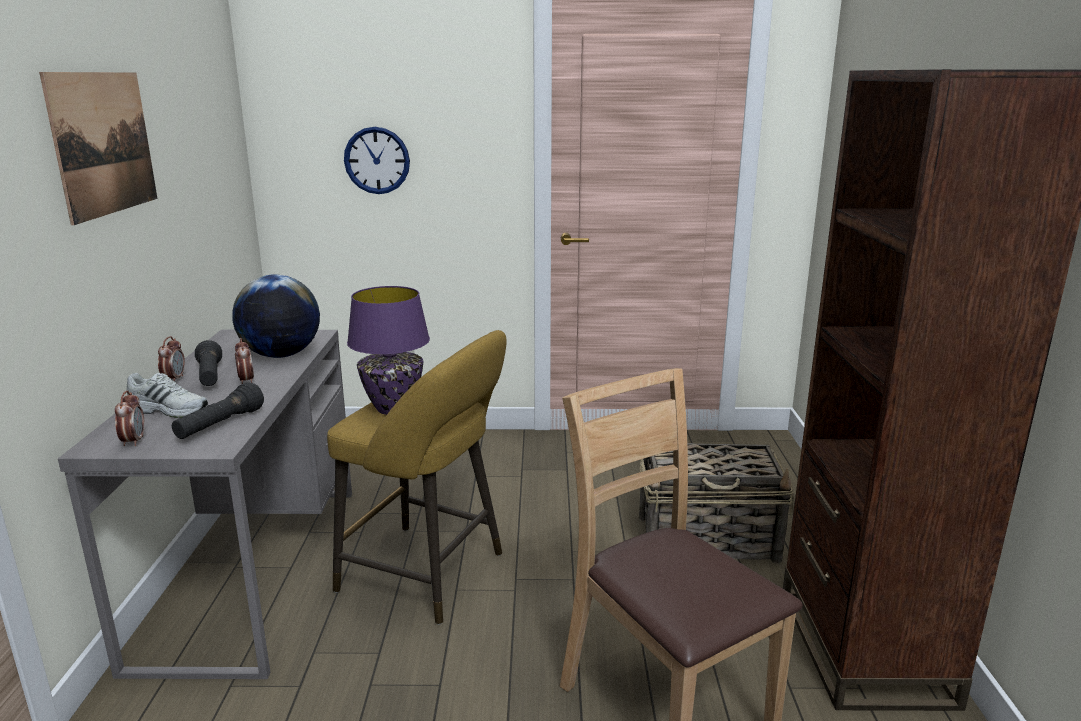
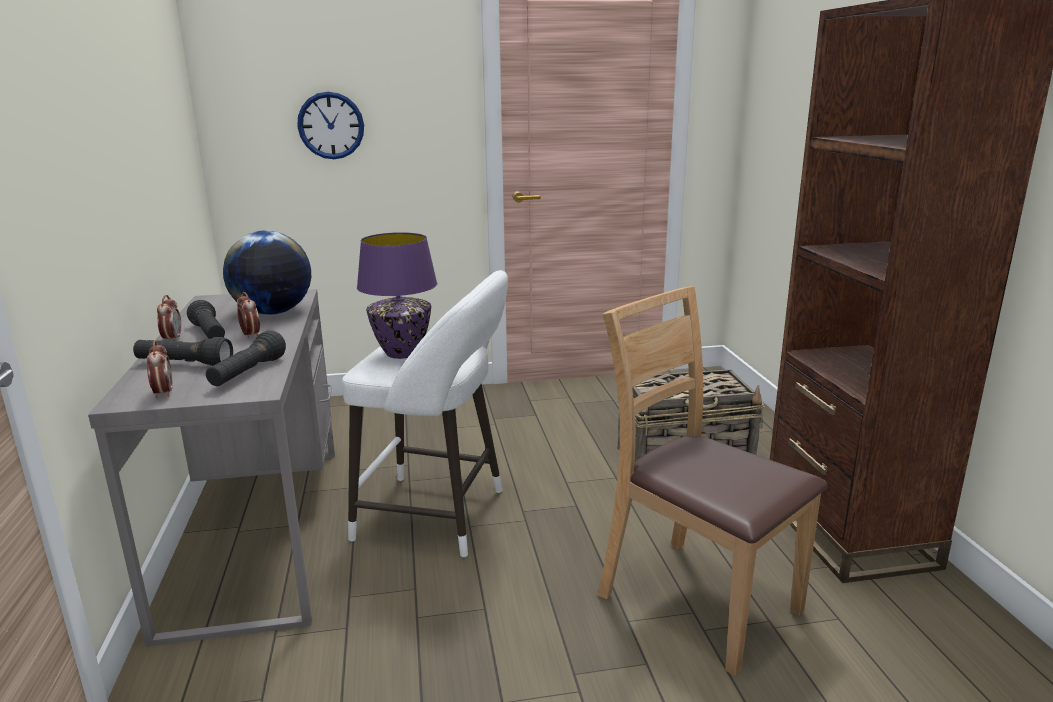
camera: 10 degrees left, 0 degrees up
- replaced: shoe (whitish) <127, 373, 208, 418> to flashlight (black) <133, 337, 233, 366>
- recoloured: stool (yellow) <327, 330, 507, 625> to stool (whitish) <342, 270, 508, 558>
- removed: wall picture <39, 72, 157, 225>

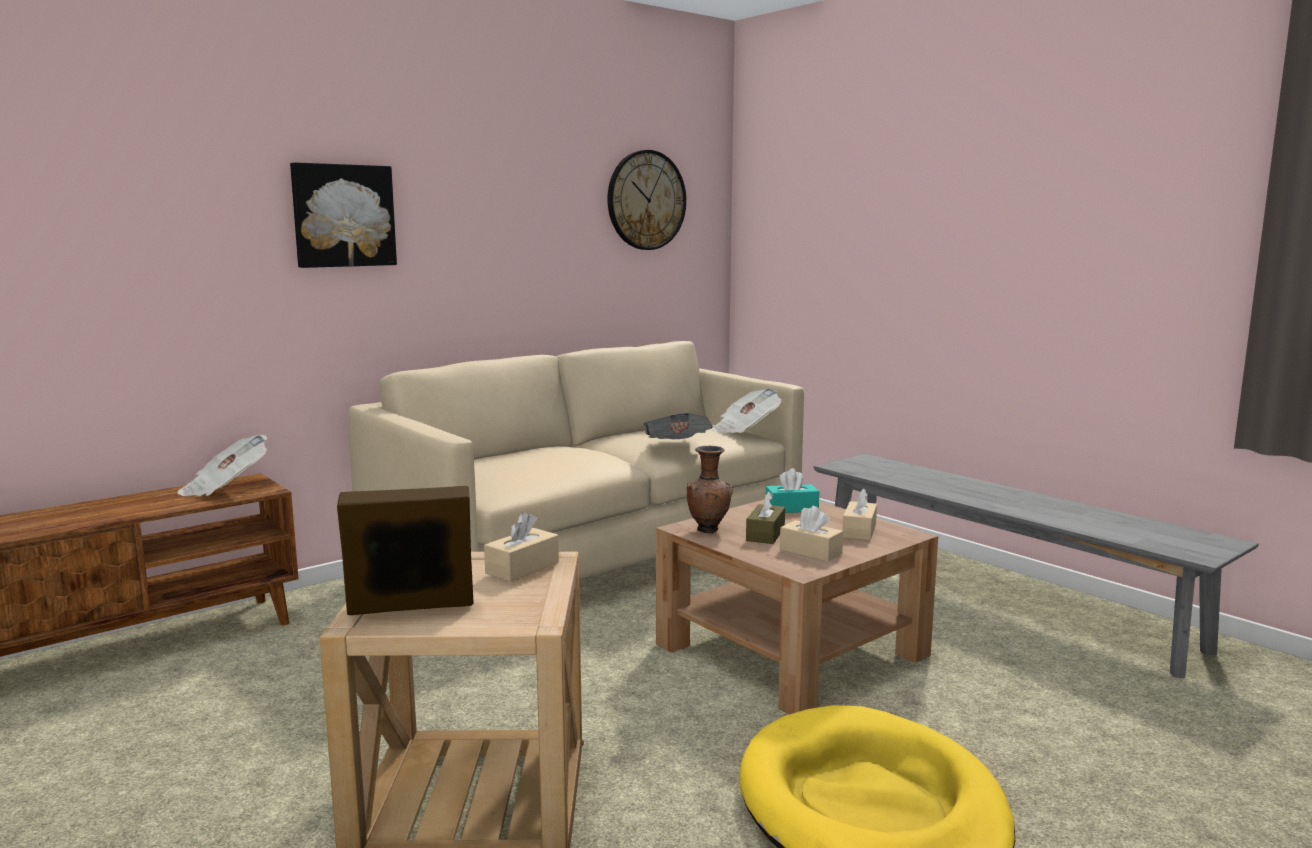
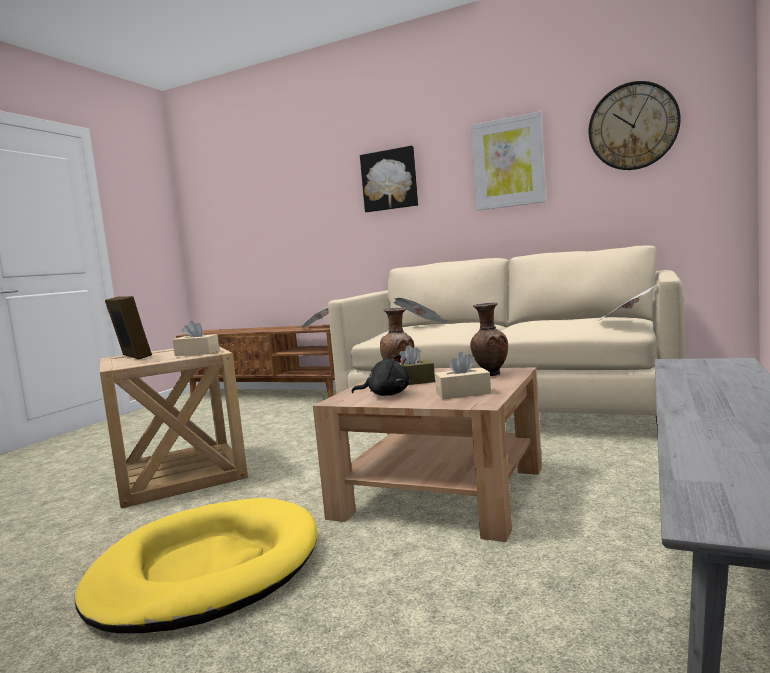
camera: 65 degrees right, 5 degrees down
- replaced: tissue box (beige-coloured) <780, 506, 843, 562> to soft toy (black) <352, 354, 410, 396>
- moved: daily paper <643, 413, 713, 439> to <394, 298, 449, 322>
- replaced: tissue box (turquoise) <766, 468, 819, 513> to vase (brown-coloured) <470, 302, 508, 376>
- added: wall picture <471, 112, 546, 211>

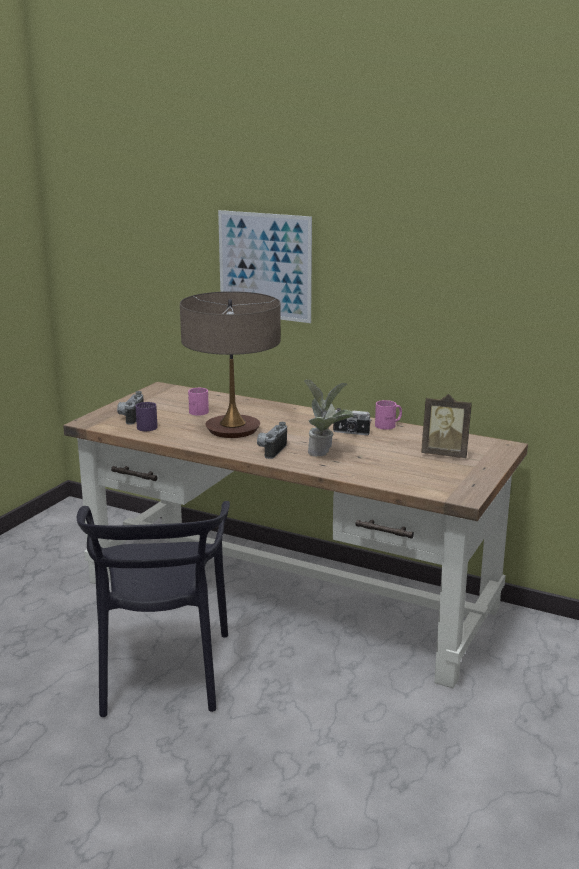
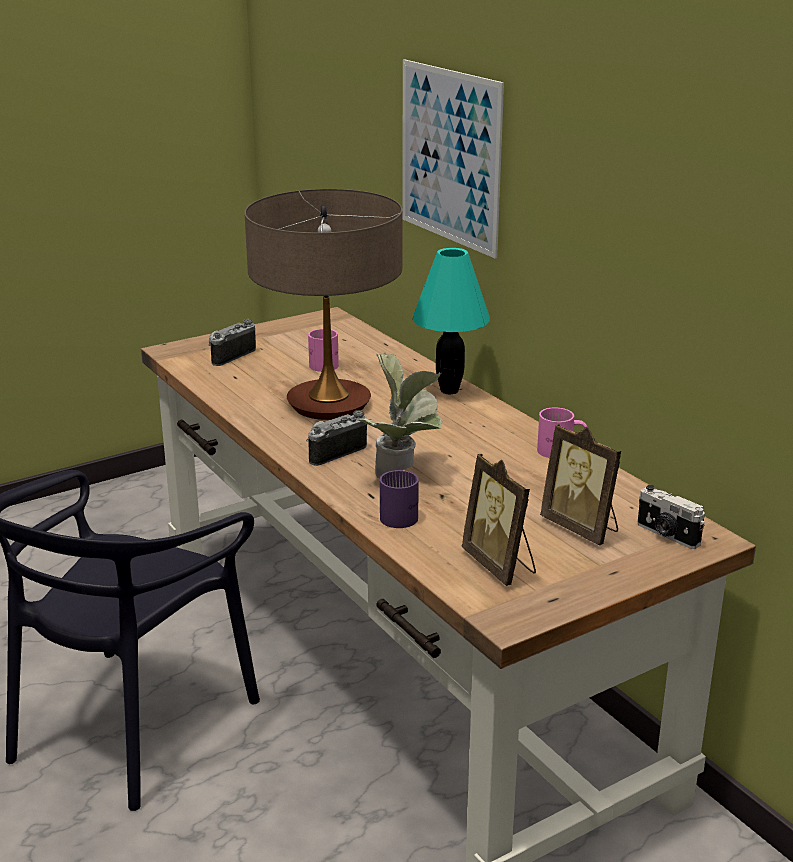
camera: 30 degrees right, 5 degrees up
- moved: coffee mug (purplish) <136, 402, 158, 431> to <380, 470, 419, 528>
- added: tabletop lamp (turquoise) <412, 248, 490, 394>
- added: standing frame <461, 454, 536, 586>
- moved: still camera <333, 408, 371, 435> to <637, 485, 705, 549>

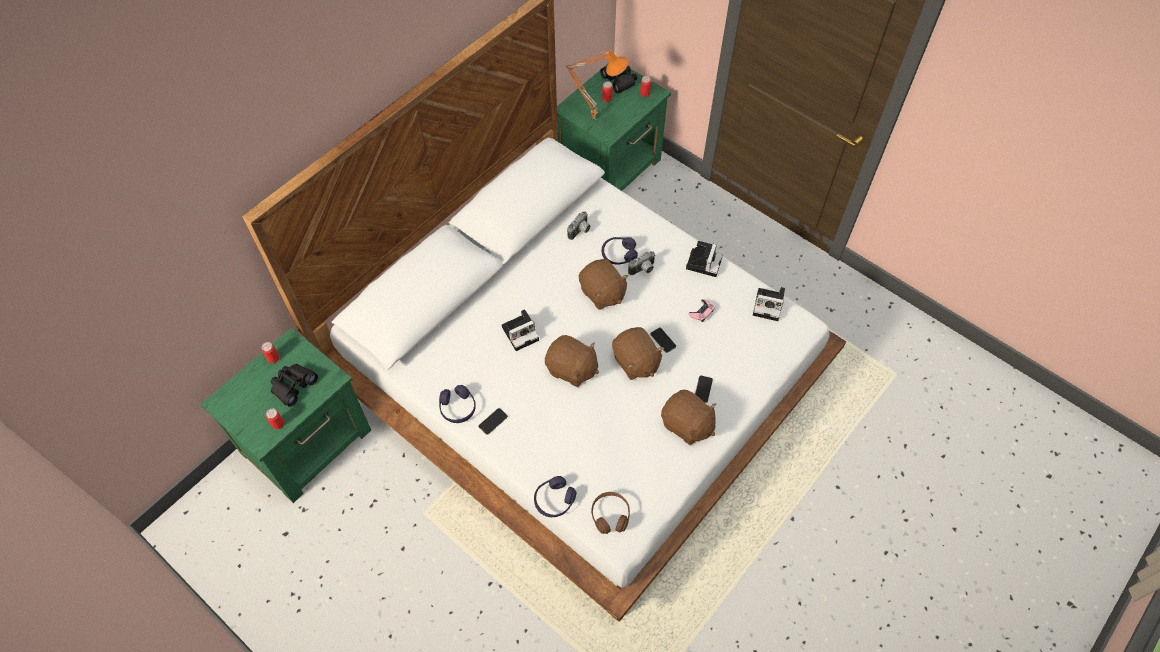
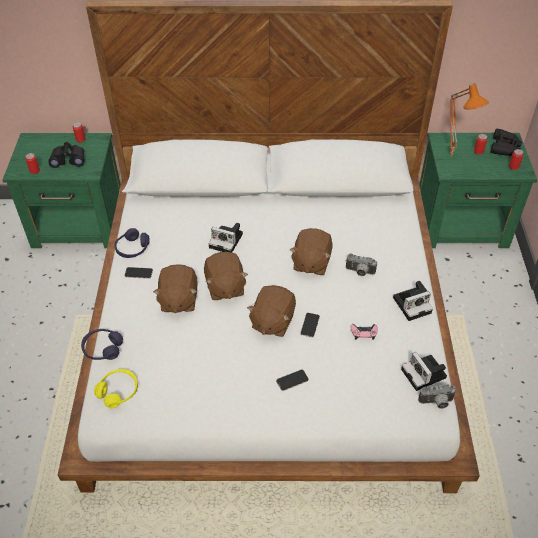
camera: 50 degrees right, 10 degrees down
- recoloured: headset (brown-coloured) <591, 492, 630, 534> to headset (yellow) <94, 369, 138, 408>
- moved: soft toy (brown-coloured) <661, 390, 716, 445> to <153, 264, 197, 313>
- moved: still camera <567, 211, 590, 240> to <418, 385, 456, 409>
- removed: headset (purplish) <602, 237, 638, 265>

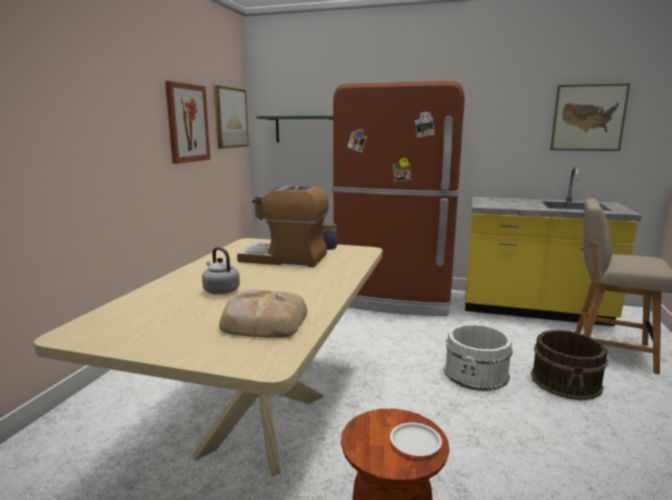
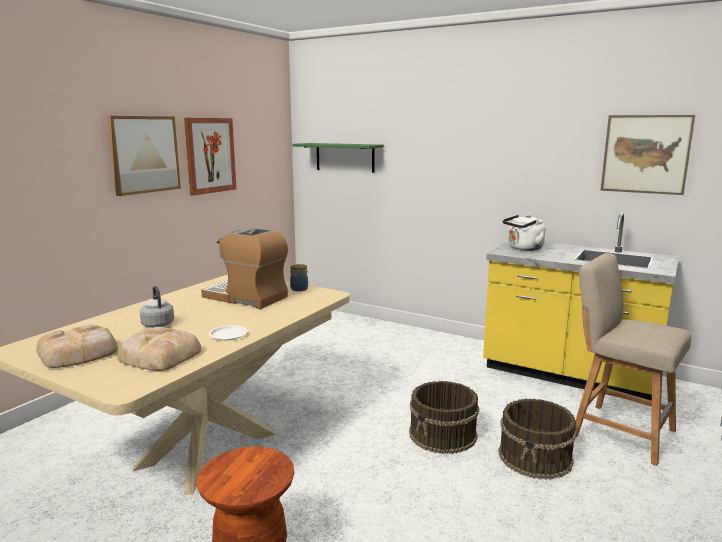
camera: 15 degrees right, 0 degrees up
- added: bakery bread <36, 325, 118, 368>
- moved: wall picture <214, 85, 249, 149> to <107, 116, 181, 196>
- moved: dinner plate (whitish) <390, 422, 442, 456> to <209, 325, 248, 341>
- recoloured: water bucket (whitish) <444, 324, 513, 391> to water bucket (brown-coloured) <409, 381, 479, 454>
- added: tea kettle (whitish) <503, 215, 545, 251>
- removed: kitchen fridge (brown-coloured) <332, 81, 465, 316>

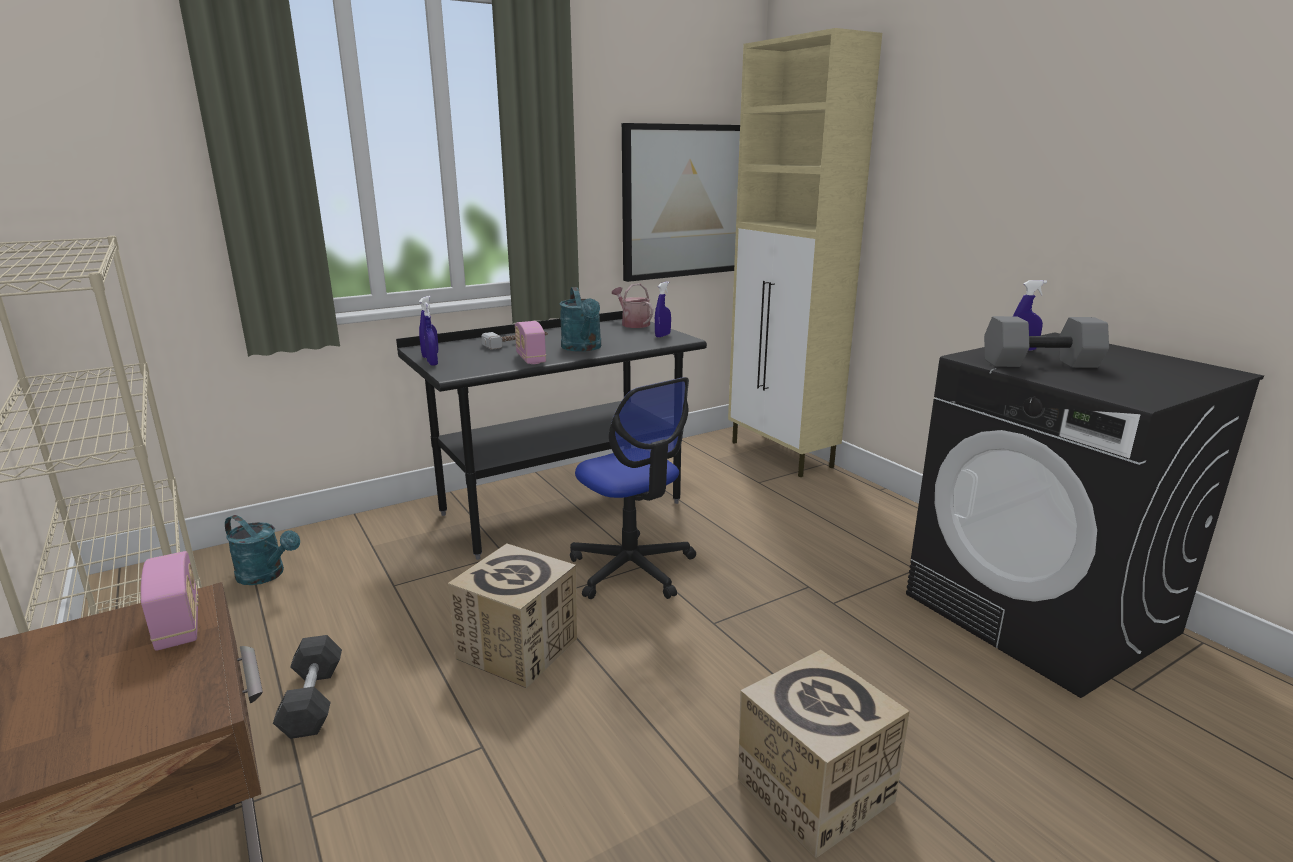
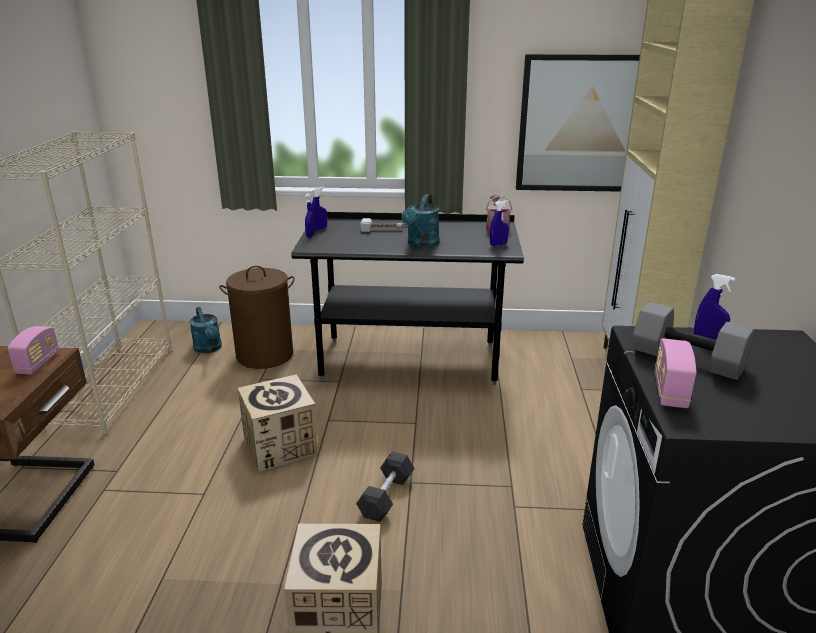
camera: 35 degrees right, 5 degrees up
- added: hamper (brown-coloured) <219, 266, 295, 369>
- moved: free weight (black) <273, 635, 342, 739> to <356, 452, 414, 522>
- moved: radio <515, 321, 546, 364> to <655, 338, 697, 408>
- removed: desk chair <570, 377, 696, 599>

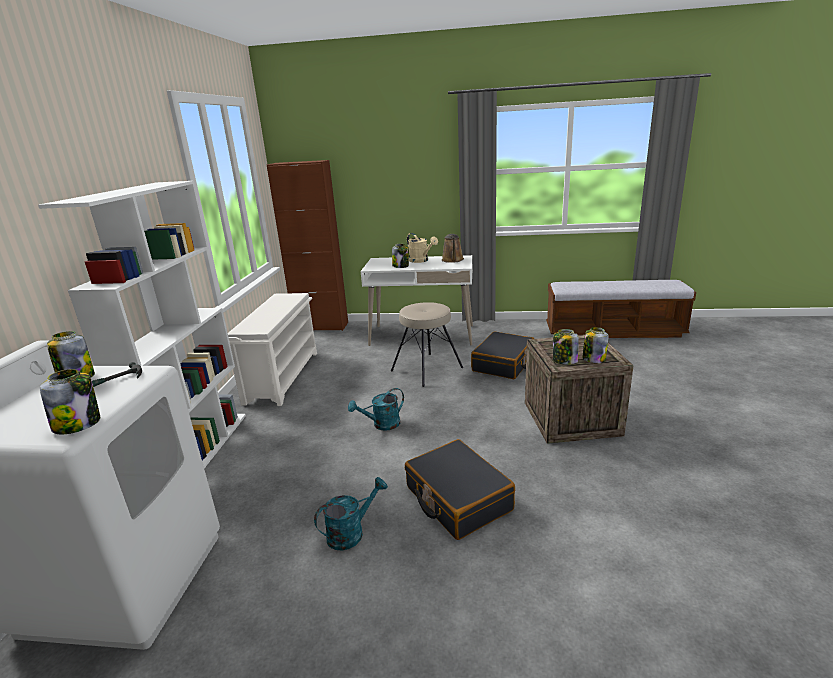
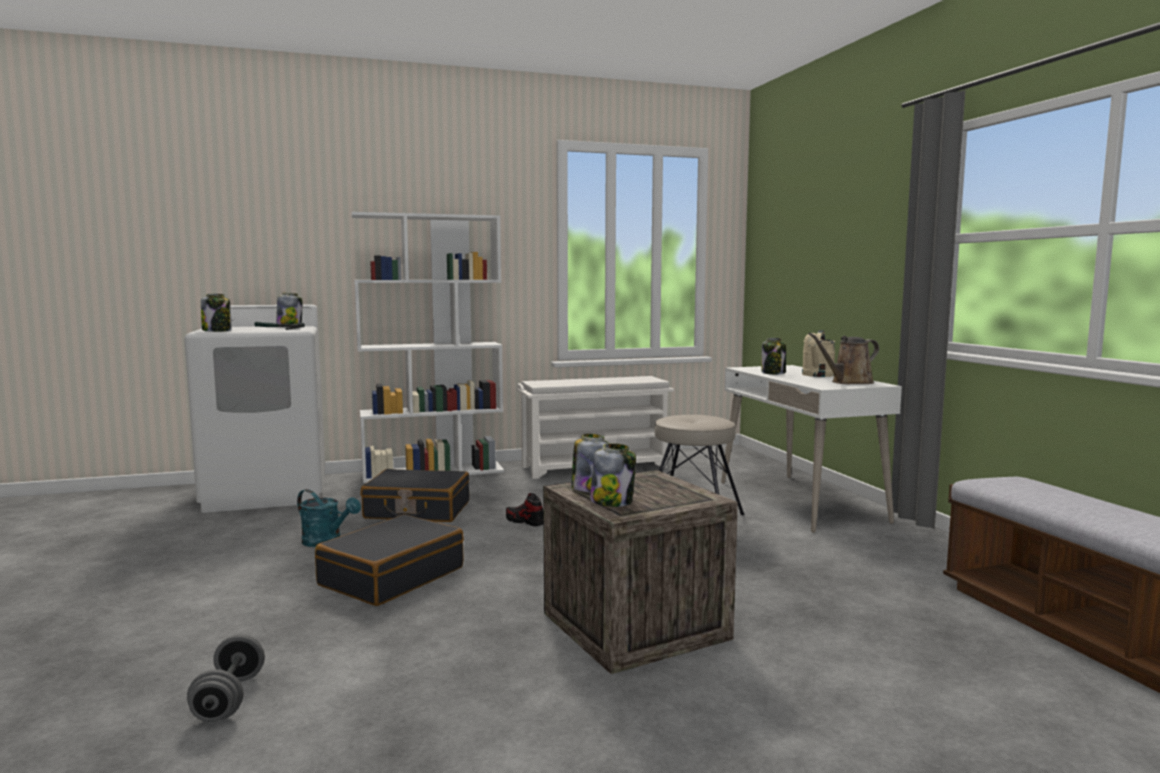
camera: 65 degrees right, 15 degrees down
- added: free weight (grey) <187, 635, 265, 722>
- moved: piece of luggage (black) <471, 331, 534, 379> to <361, 469, 469, 522>
- replaced: sprinkling can (turquoise) <348, 388, 404, 431> to shoe <506, 493, 543, 527>
- removed: cabinet (brown-coloured) <267, 160, 348, 331>

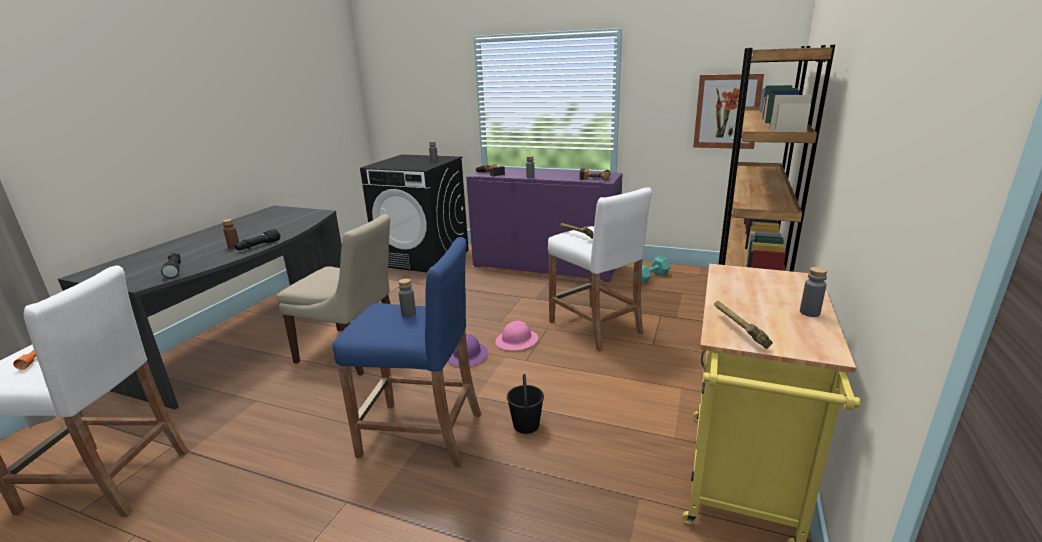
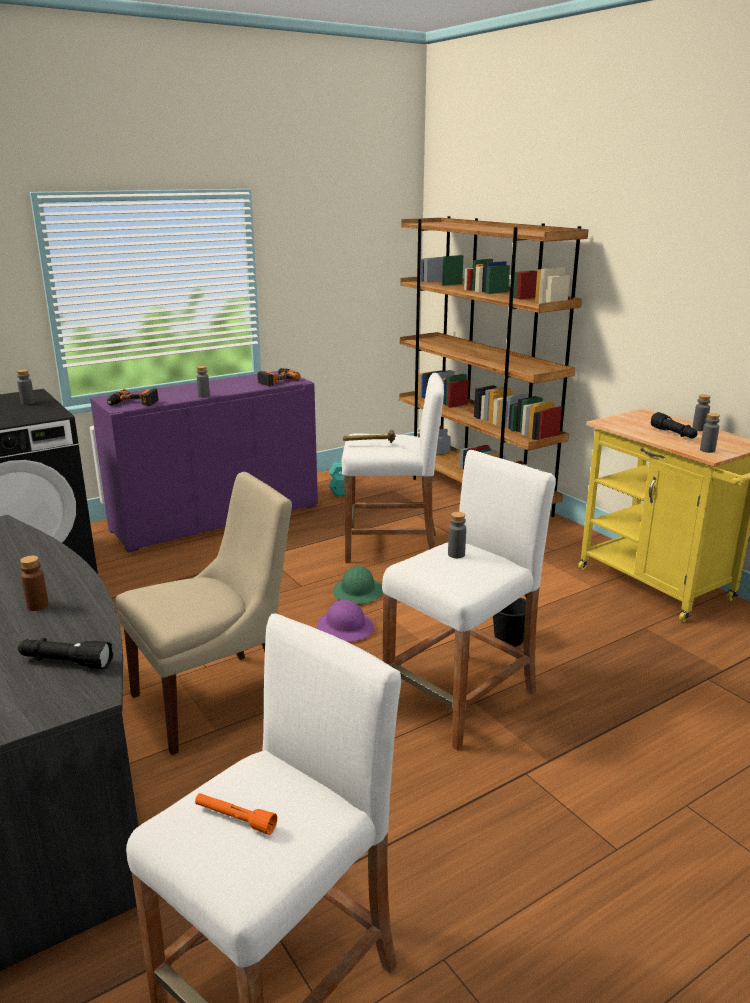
camera: 55 degrees left, 0 degrees up
- recoloured: hard hat (pink) <495, 321, 538, 351> to hard hat (greenish) <333, 566, 383, 604>
- recoloured: stool (bluish) <332, 237, 481, 467> to stool (whitish) <382, 450, 556, 751>
- moved: flashlight (black) <235, 229, 281, 250> to <651, 412, 698, 439>
- replaced: hand hammer <714, 301, 773, 349> to bottle (grey) <700, 413, 720, 453>
- removed: wall picture <693, 74, 764, 149>

